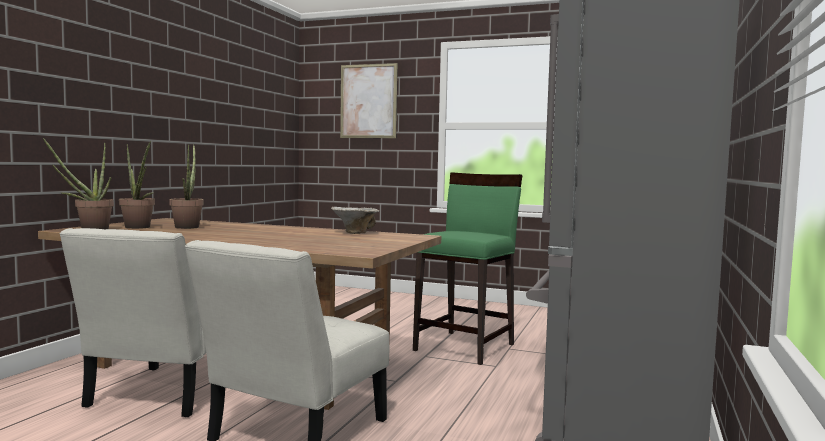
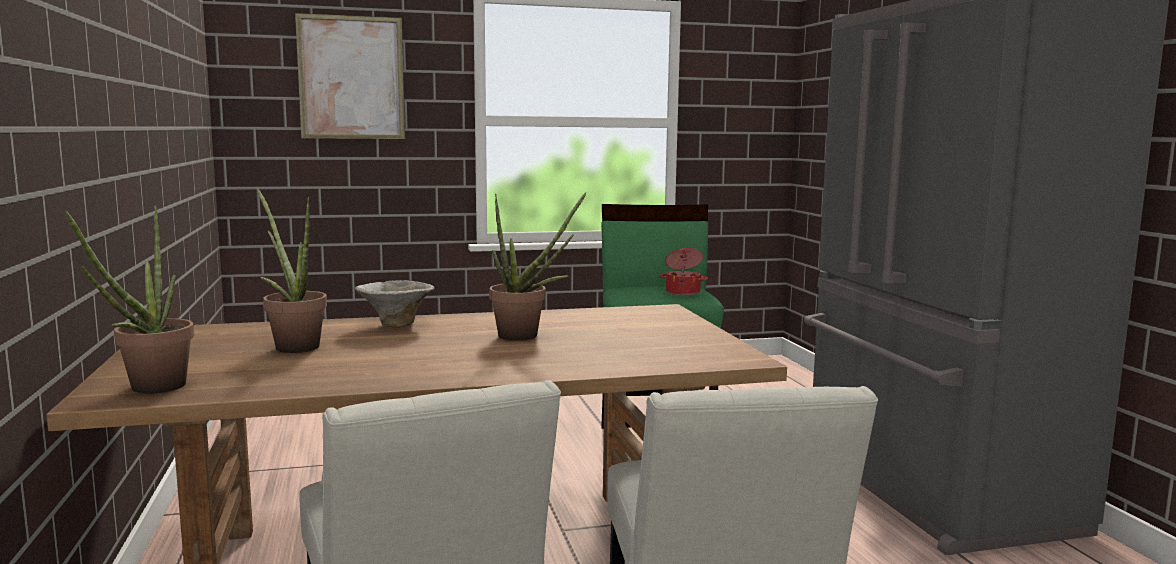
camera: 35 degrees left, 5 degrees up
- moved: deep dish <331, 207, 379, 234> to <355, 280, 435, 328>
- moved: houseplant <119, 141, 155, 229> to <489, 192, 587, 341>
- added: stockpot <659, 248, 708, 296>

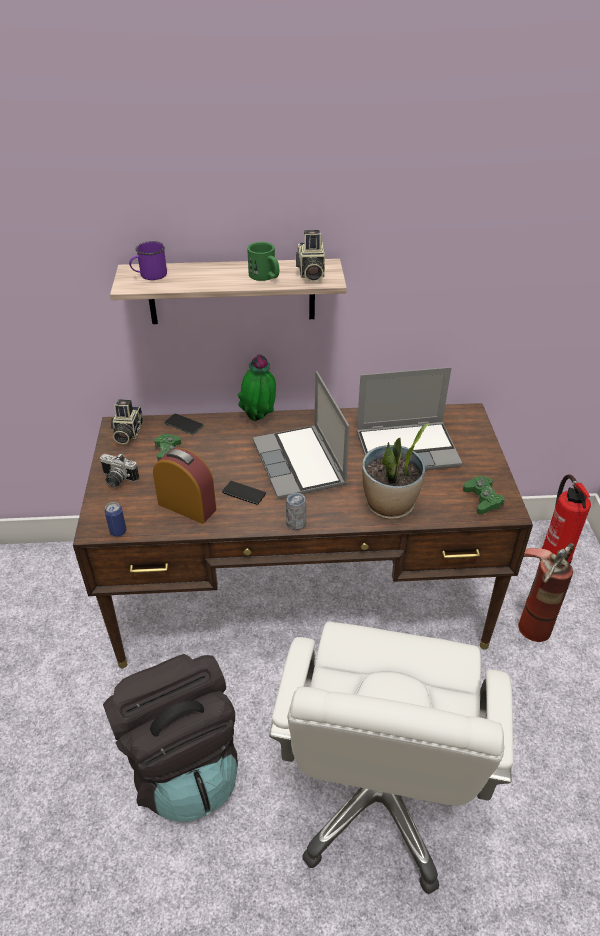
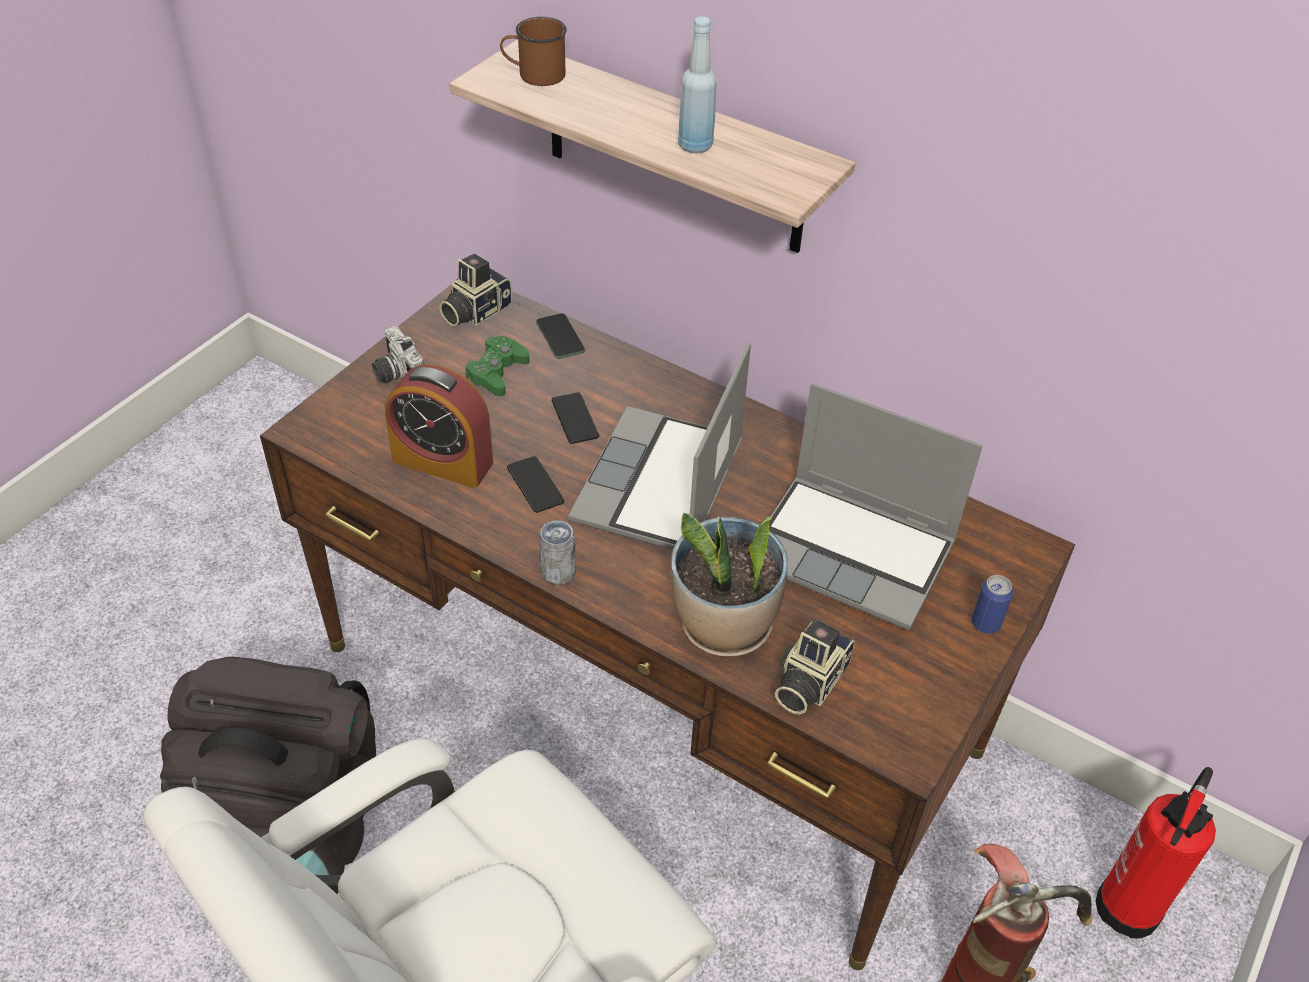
camera: 35 degrees right, 5 degrees up
- turned: alarm clock <153, 448, 216, 524> = <385, 364, 493, 488> 135 degrees clockwise
- recoloured: coffee mug (purplish) <129, 241, 167, 280> to coffee mug (brown-coloured) <500, 17, 567, 86>
- added: telephone <551, 392, 599, 444>
- replaced: coffee mug (greenish) <247, 242, 279, 281> to bottle (bluish) <678, 16, 717, 153>
- moved: still camera <296, 230, 325, 282> to <775, 619, 855, 715>
- moved: can <104, 502, 126, 537> to <972, 575, 1013, 634>
- removed: houseplant <237, 354, 276, 421>
- removed: joypad (greenish) <463, 476, 505, 514>

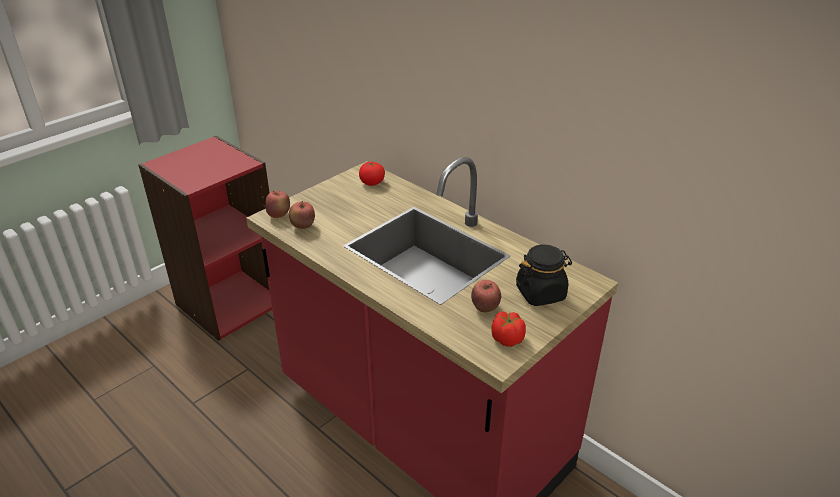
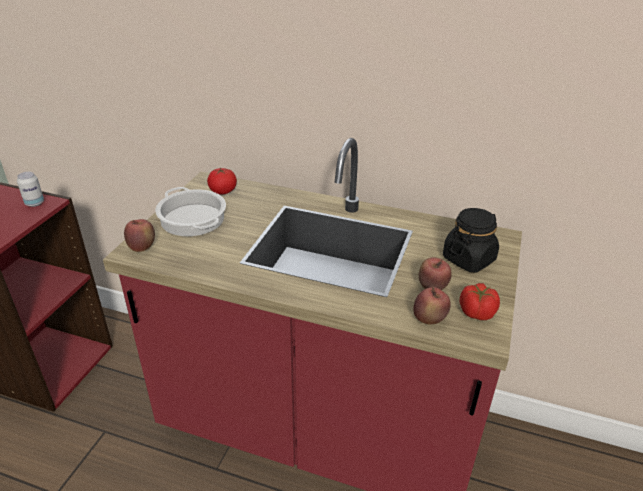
camera: 25 degrees left, 0 degrees up
- added: can <17, 172, 44, 207>
- added: stockpot <155, 187, 226, 236>
- moved: apple <289, 201, 315, 229> to <413, 287, 451, 325>

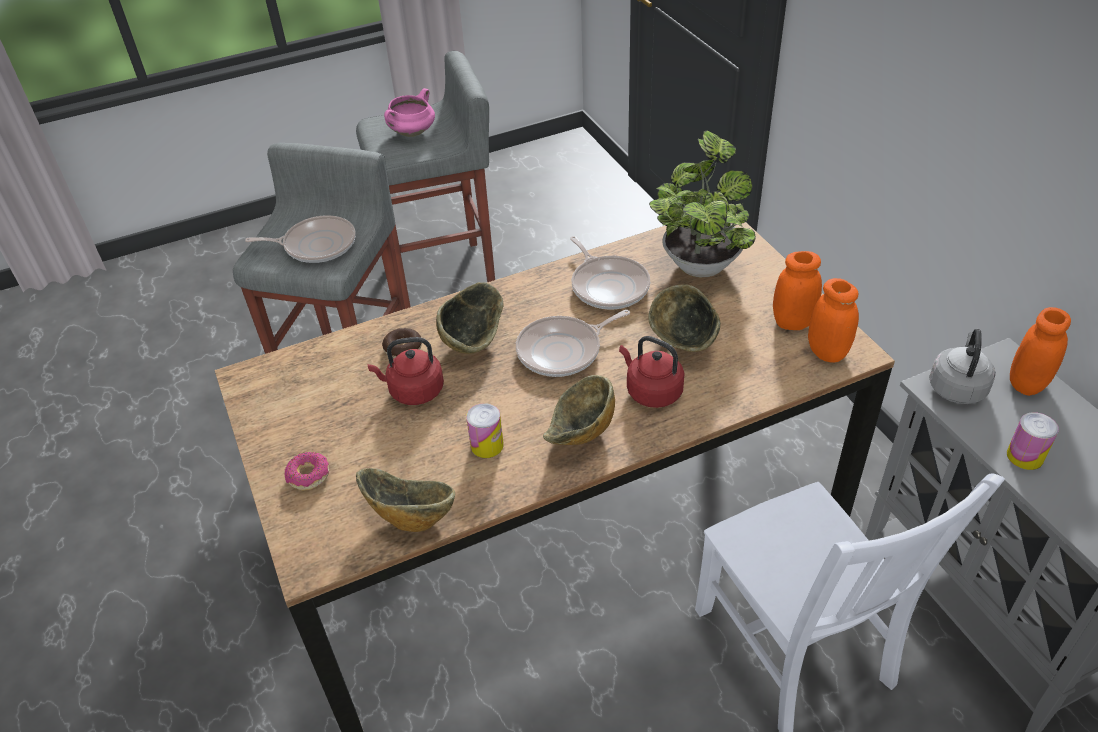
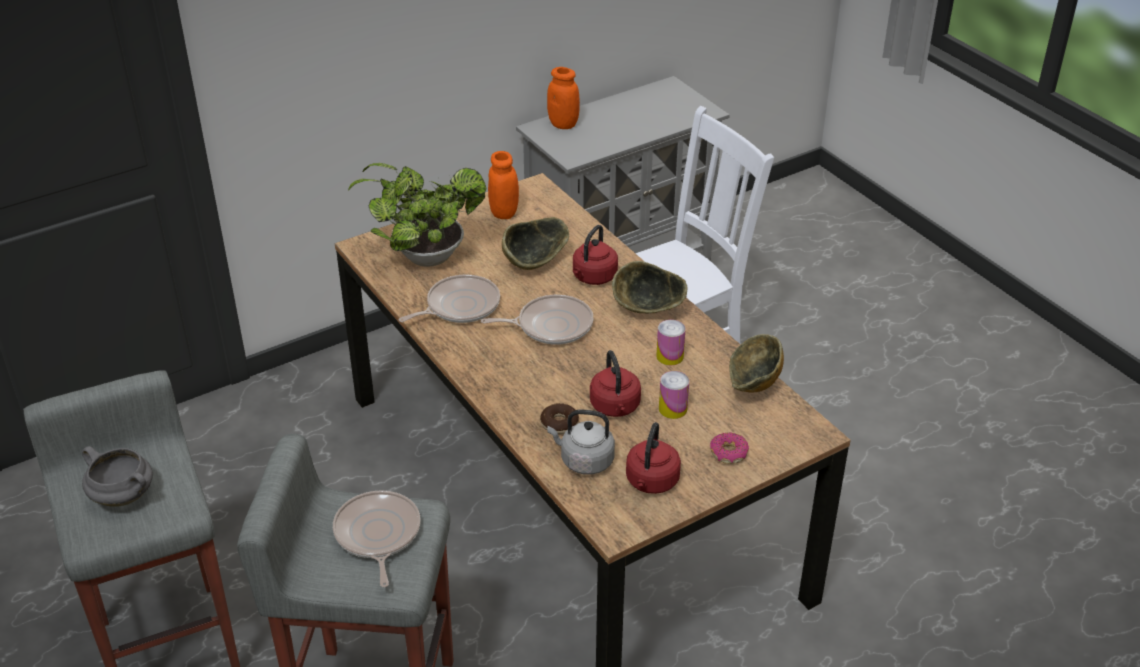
camera: 100 degrees left, 5 degrees down
- recoloured: stockpot (pink) <384, 88, 435, 137> to stockpot (grey) <82, 446, 153, 507>
- turned: frying pan <516, 310, 630, 377> = <481, 295, 594, 345> 60 degrees counterclockwise
- moved: tea kettle (grey) <929, 329, 995, 404> to <547, 409, 615, 475>
- added: tea kettle (red) <626, 422, 681, 494>
- moved: can <1007, 412, 1059, 470> to <659, 371, 689, 419>
- removed: deep dish <436, 282, 503, 354>
- removed: storage jar (orange-coloured) <808, 278, 859, 363>

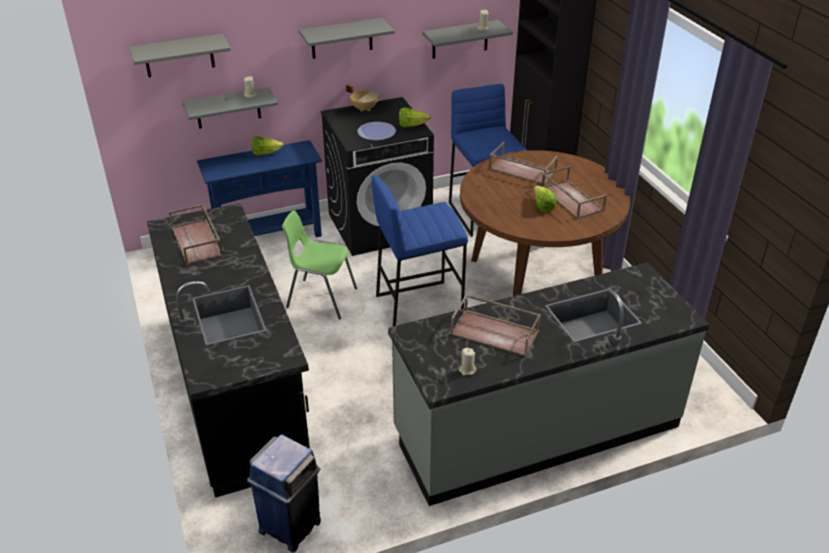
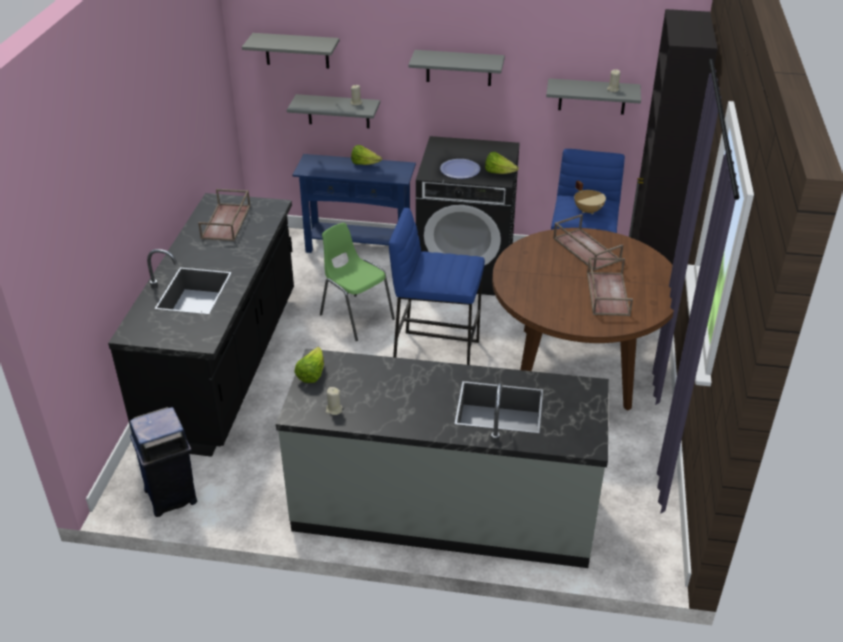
camera: 30 degrees right, 0 degrees up
- moved: lettuce head <534, 186, 556, 212> to <294, 347, 324, 383>
- moved: stockpot (beige-coloured) <346, 85, 379, 112> to <574, 180, 606, 215>
- removed: serving tray (brown-coloured) <450, 294, 541, 357>

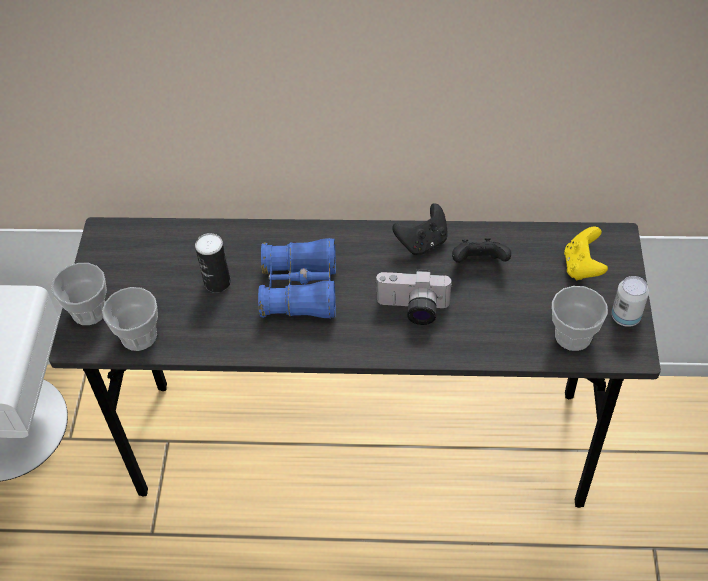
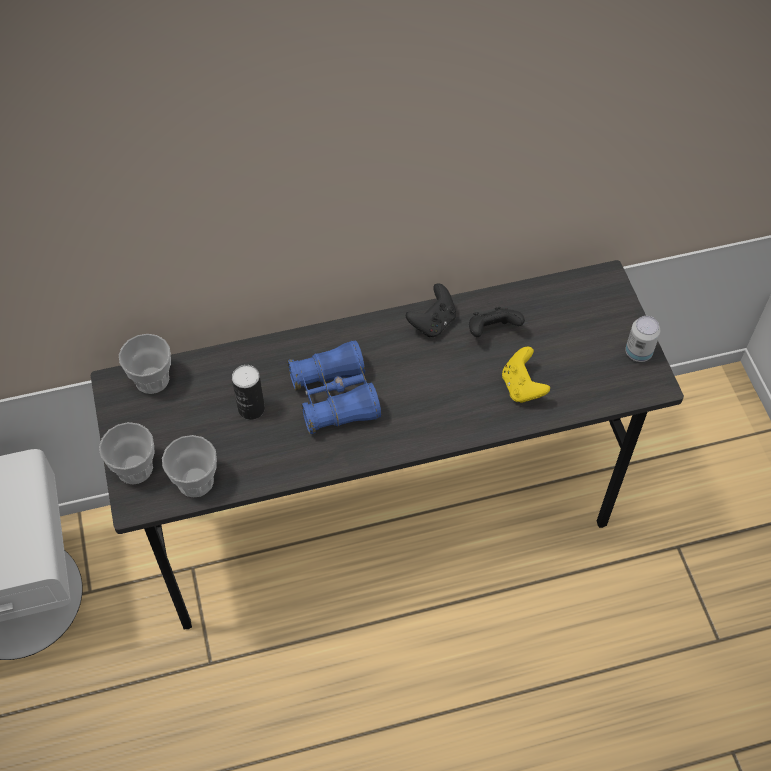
camera: 20 degrees left, 5 degrees up
- moved: drinking cup <552, 286, 608, 351> to <119, 334, 171, 394>
- moved: joypad (yellow) <564, 227, 608, 280> to <502, 347, 550, 403>
- removed: still camera <375, 269, 453, 325>

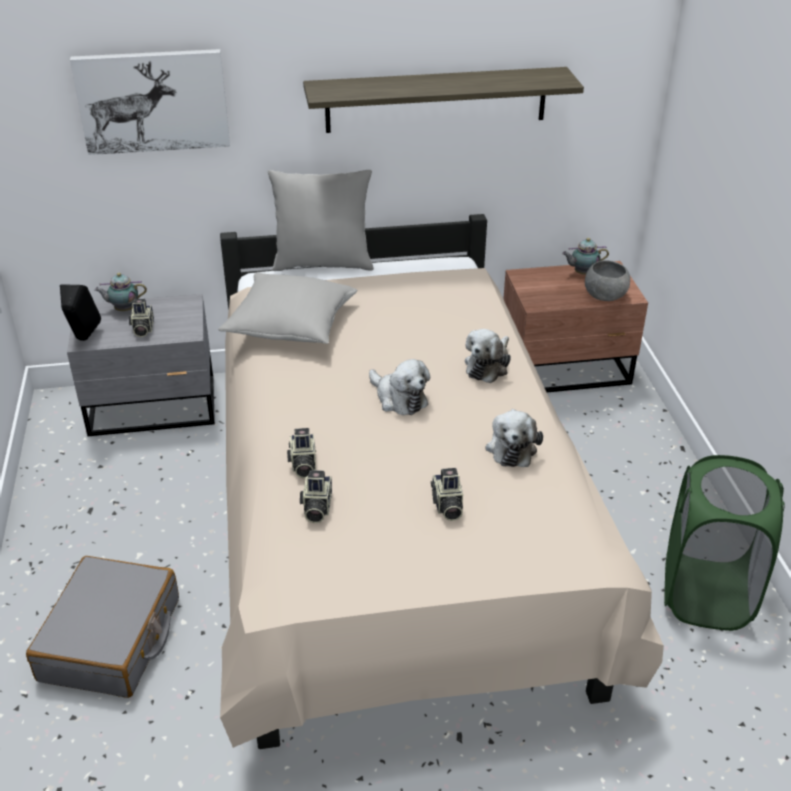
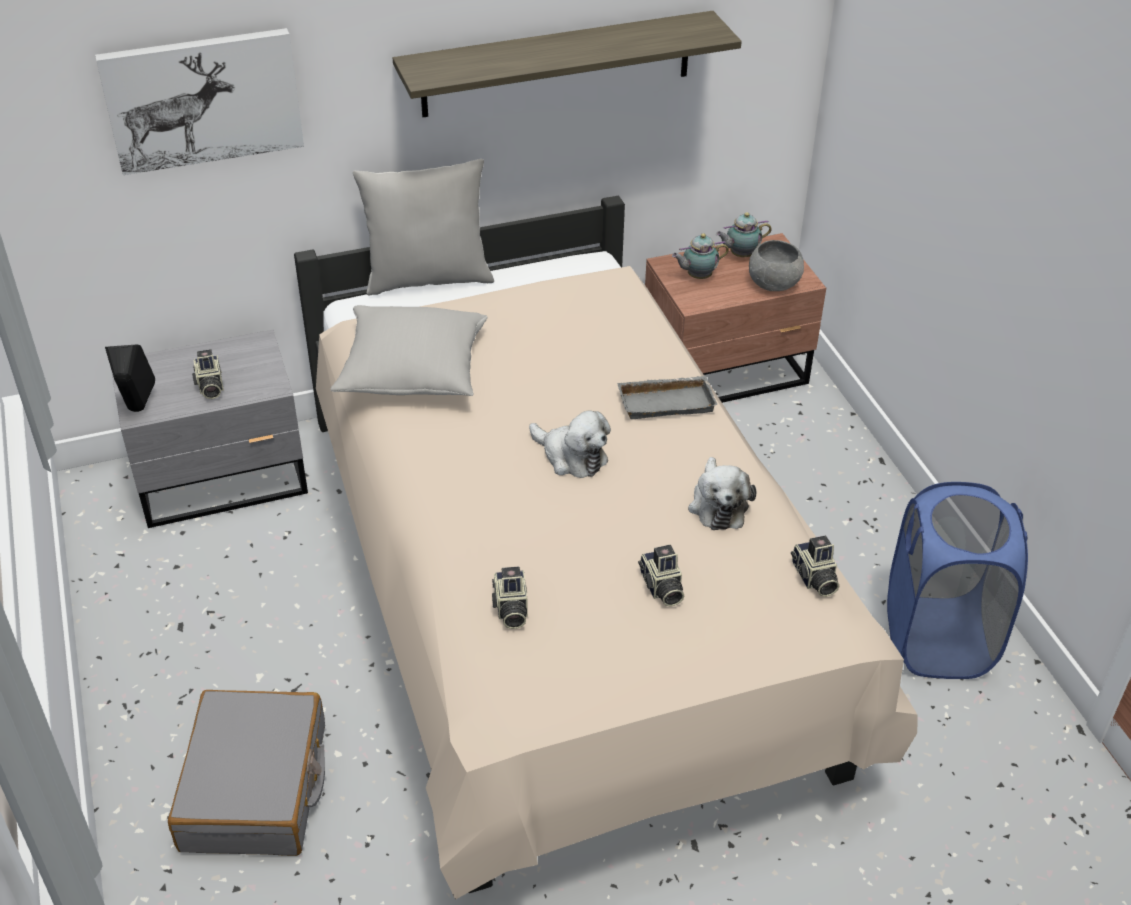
camera: 10 degrees left, 5 degrees up
- replaced: soft toy <465, 329, 511, 383> to serving tray (grey) <617, 376, 718, 419>
- moved: pot for tea <94, 273, 147, 311> to <672, 233, 729, 279>
- moved: still camera <287, 428, 316, 478> to <791, 535, 839, 597>
- recoloured: hamper (greenish) <664, 455, 784, 631> to hamper (bluish) <887, 482, 1028, 679>

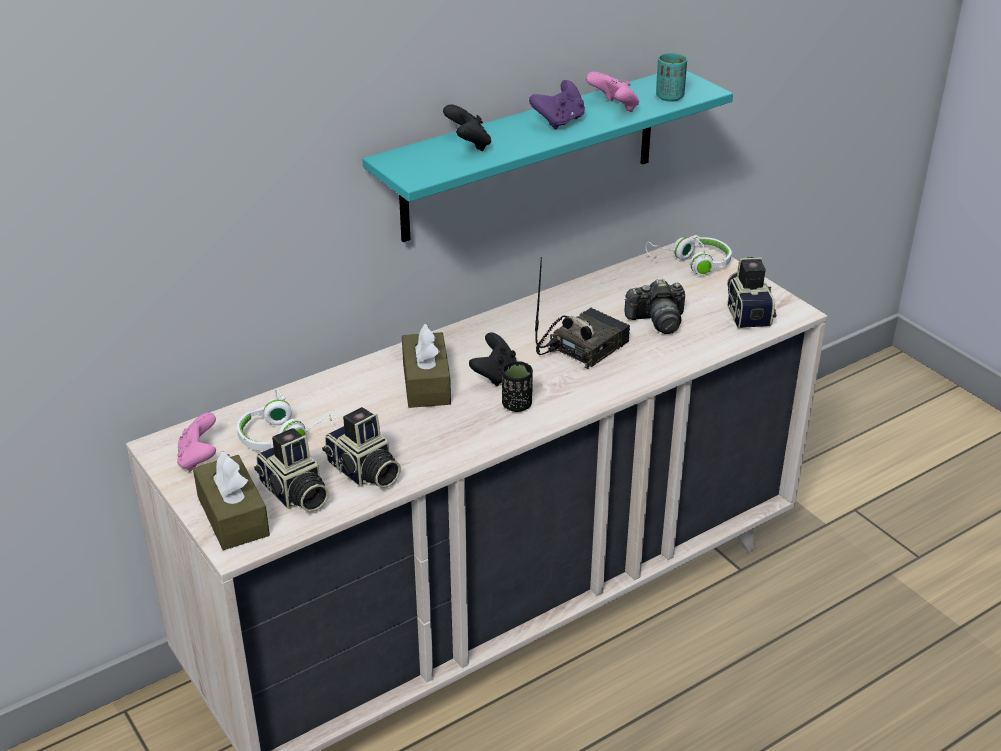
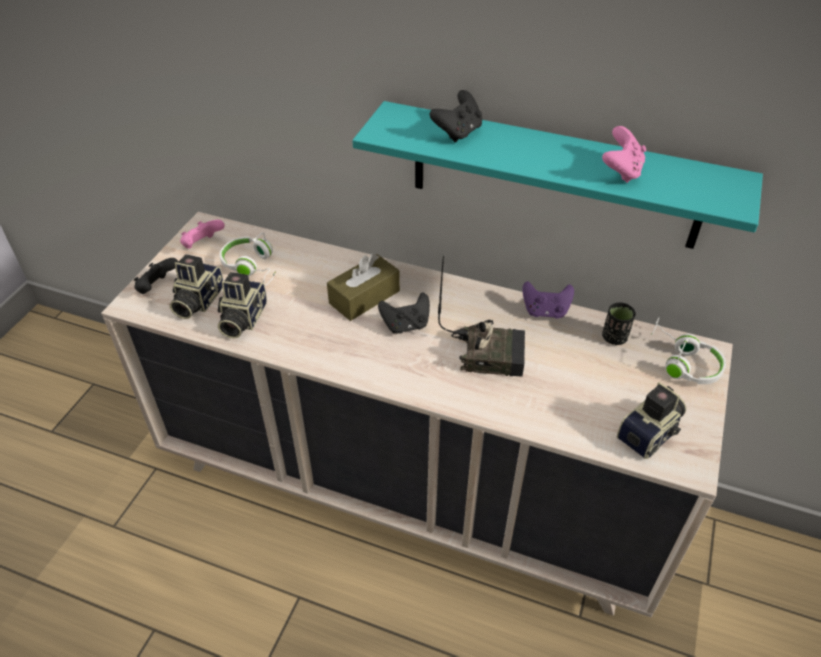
camera: 55 degrees right, 10 degrees up
- replaced: tissue box (brown-coloured) <193, 451, 270, 550> to joypad (black) <134, 258, 178, 294>
- moved: joypad (purplish) <529, 80, 585, 129> to <522, 281, 574, 319>
- moved: drinking cup (black) <502, 361, 533, 412> to <602, 302, 636, 345>
- removed: still camera <624, 279, 685, 334>
- removed: drinking cup (turquoise) <656, 53, 687, 102>

